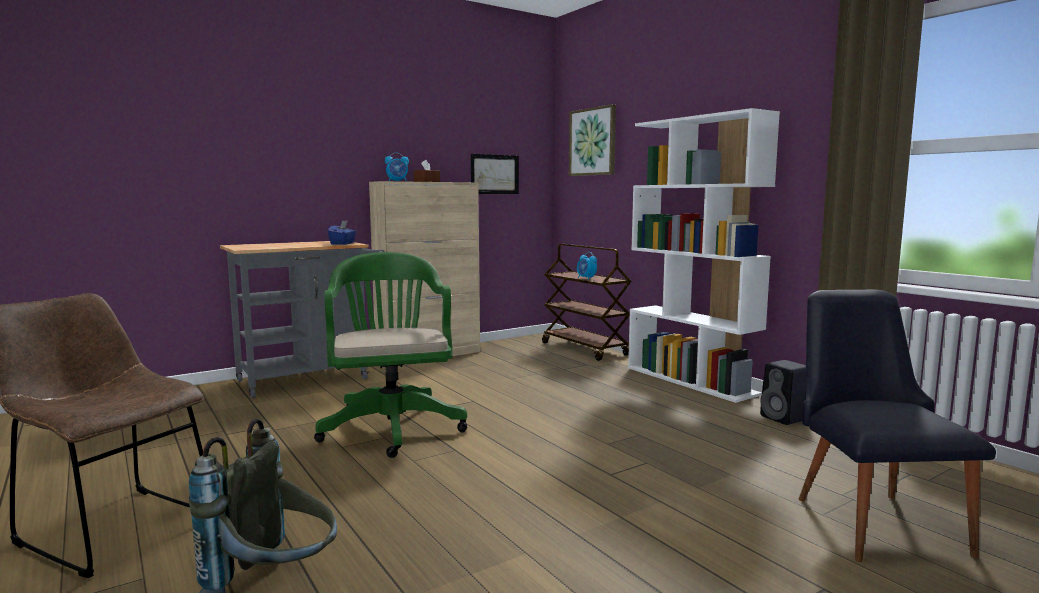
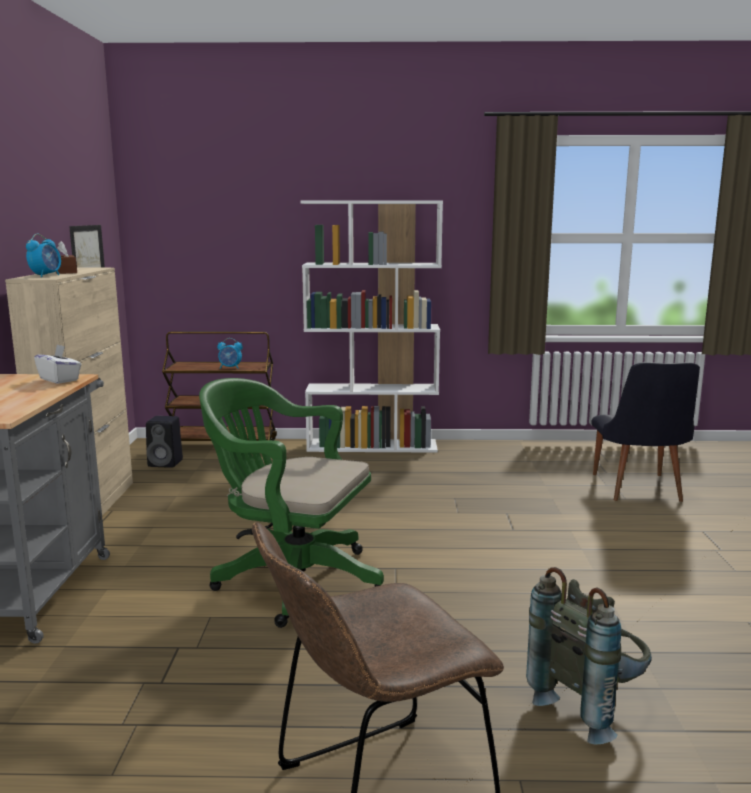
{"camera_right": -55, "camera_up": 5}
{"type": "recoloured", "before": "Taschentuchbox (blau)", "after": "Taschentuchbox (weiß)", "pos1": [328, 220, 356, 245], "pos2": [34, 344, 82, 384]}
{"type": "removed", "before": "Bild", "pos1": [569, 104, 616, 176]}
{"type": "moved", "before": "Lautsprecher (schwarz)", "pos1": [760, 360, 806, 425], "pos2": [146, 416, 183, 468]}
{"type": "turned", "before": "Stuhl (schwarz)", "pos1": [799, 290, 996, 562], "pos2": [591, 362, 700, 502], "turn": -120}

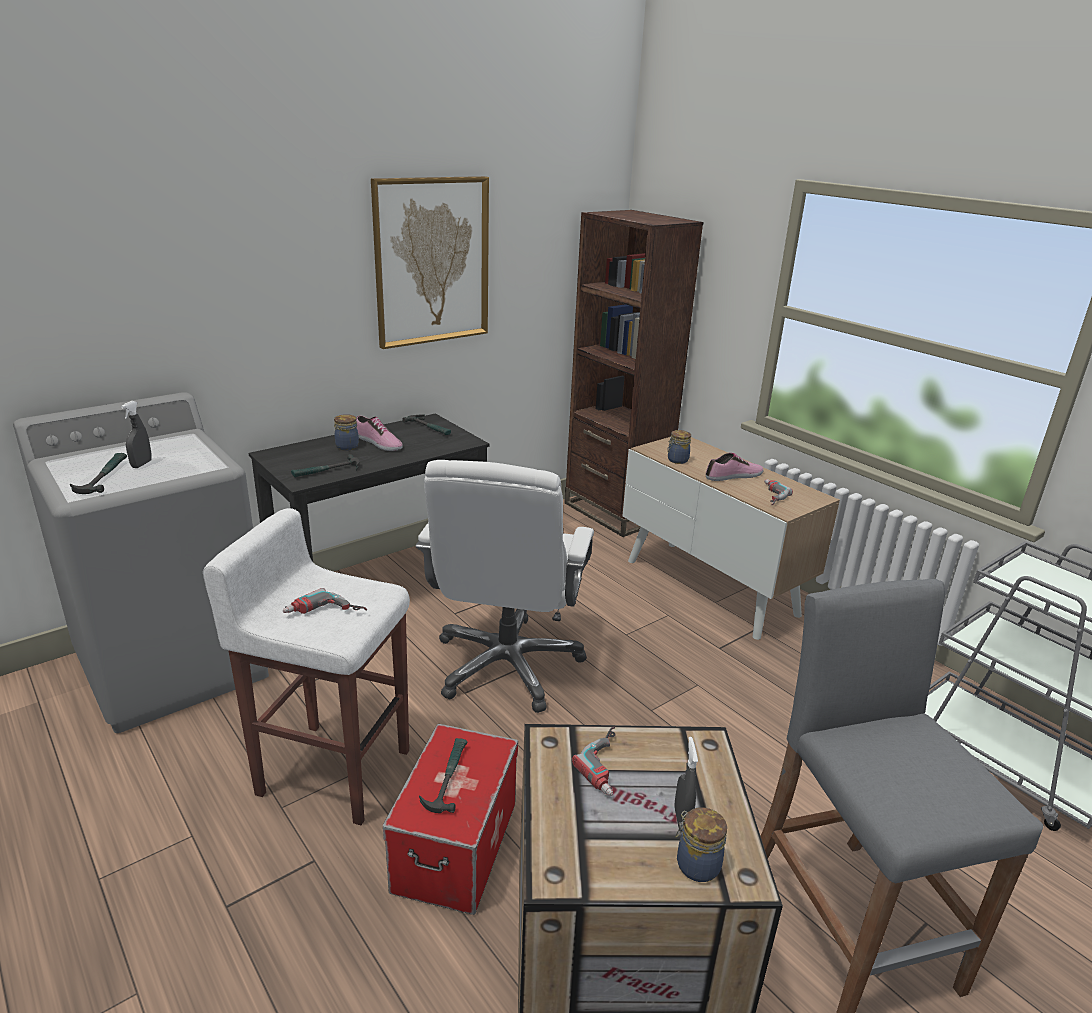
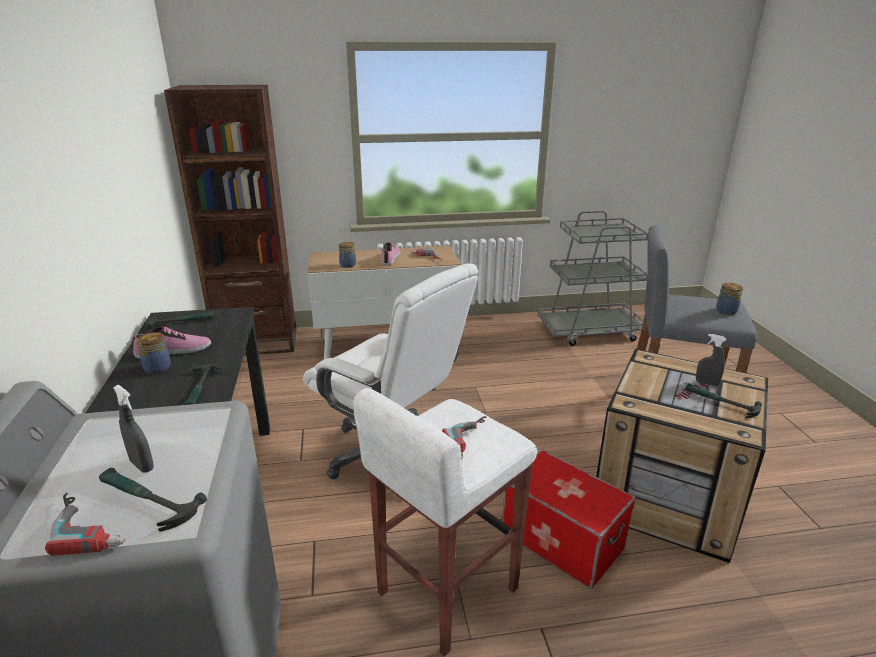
{"camera_right": -60, "camera_up": 0}
{"type": "removed", "before": "Bild", "pos1": [371, 176, 489, 349]}
{"type": "moved", "before": "Hammer", "pos1": [419, 738, 468, 813], "pos2": [685, 383, 762, 418]}
{"type": "moved", "before": "Bohrmaschine", "pos1": [572, 727, 616, 796], "pos2": [45, 493, 125, 556]}
{"type": "moved", "before": "Vorratsglas", "pos1": [676, 807, 727, 882], "pos2": [716, 283, 743, 315]}

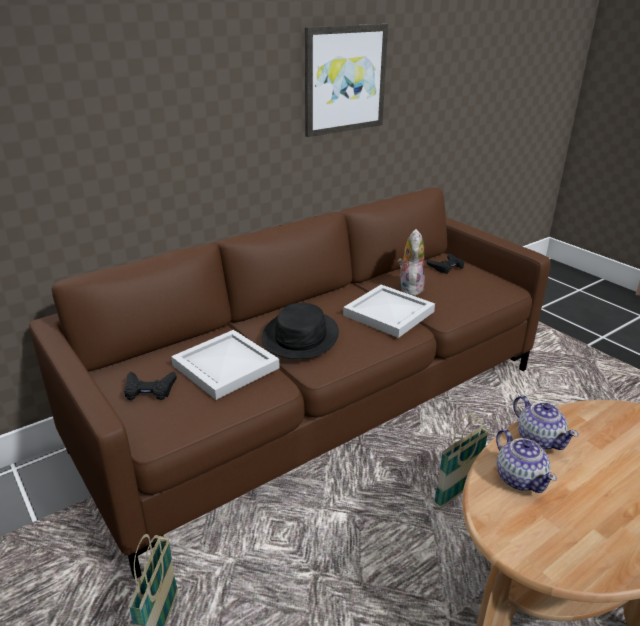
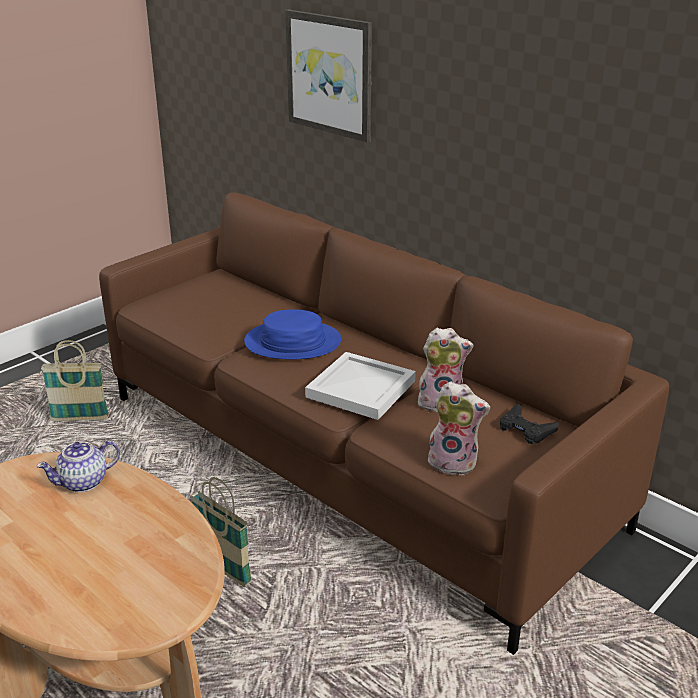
{"camera_right": 80, "camera_up": 0}
{"type": "removed", "before": "Gamepad (schwarz)", "pos1": [124, 372, 177, 400]}
{"type": "removed", "before": "Tablett (weiß)", "pos1": [171, 330, 280, 400]}
{"type": "recoloured", "before": "Hut (schwarz)", "after": "Hut (blau)", "pos1": [262, 303, 339, 359], "pos2": [244, 309, 341, 359]}
{"type": "moved", "before": "Bild", "pos1": [305, 24, 388, 137], "pos2": [285, 10, 372, 142]}
{"type": "removed", "before": "Teekanne", "pos1": [513, 395, 578, 450]}
{"type": "added", "after": "Plüschtier", "pos2": [428, 381, 490, 475]}

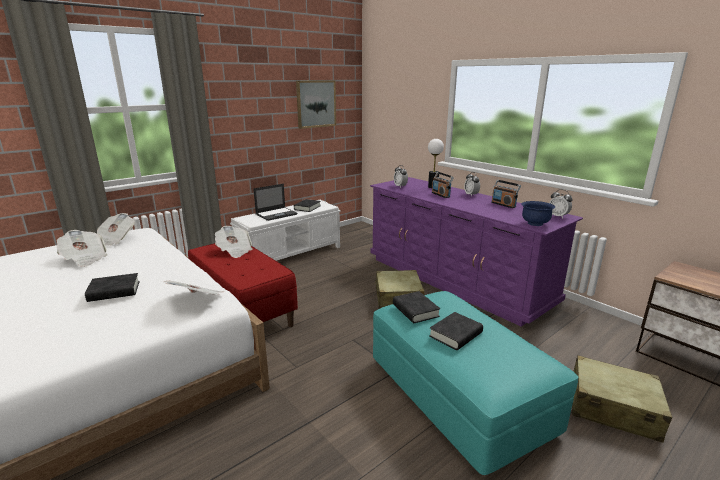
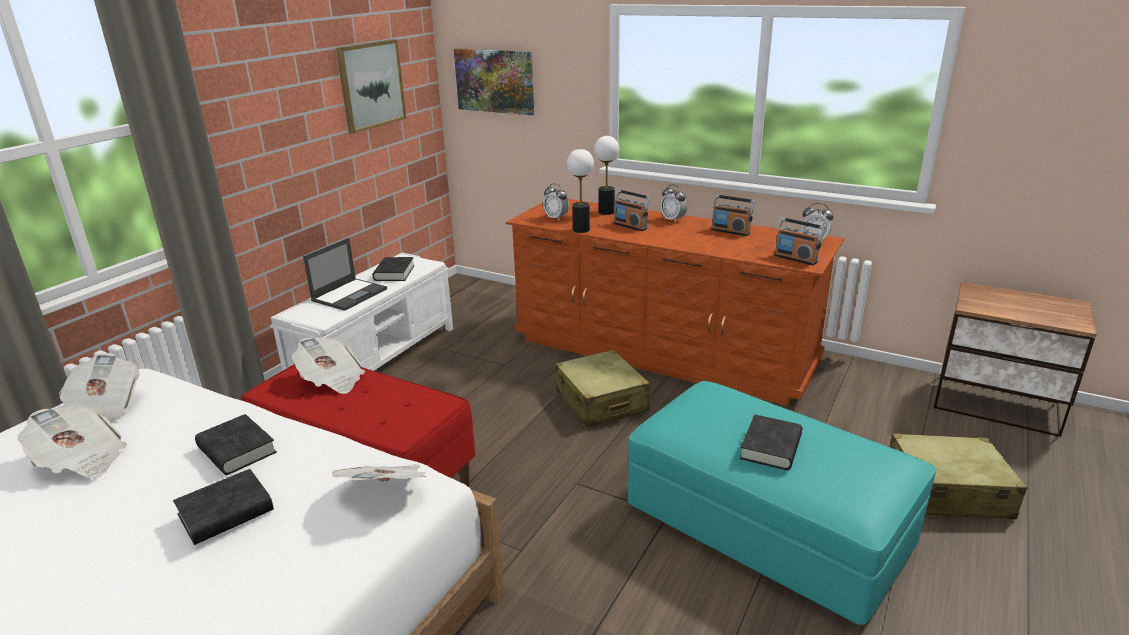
{"camera_right": -20, "camera_up": 5}
{"type": "recoloured", "before": "Kommode (lila)", "after": "Kommode (braun)", "pos1": [370, 177, 583, 327], "pos2": [506, 199, 845, 405]}
{"type": "moved", "before": "Buch (schwarz)", "pos1": [393, 291, 440, 323], "pos2": [195, 414, 277, 475]}
{"type": "replaced", "before": "Schüssel (blau)", "after": "Radio", "pos1": [521, 201, 555, 226], "pos2": [775, 218, 825, 265]}
{"type": "added", "after": "Bild", "pos2": [454, 48, 534, 115]}
{"type": "added", "after": "Tischlampe", "pos2": [567, 149, 594, 233]}

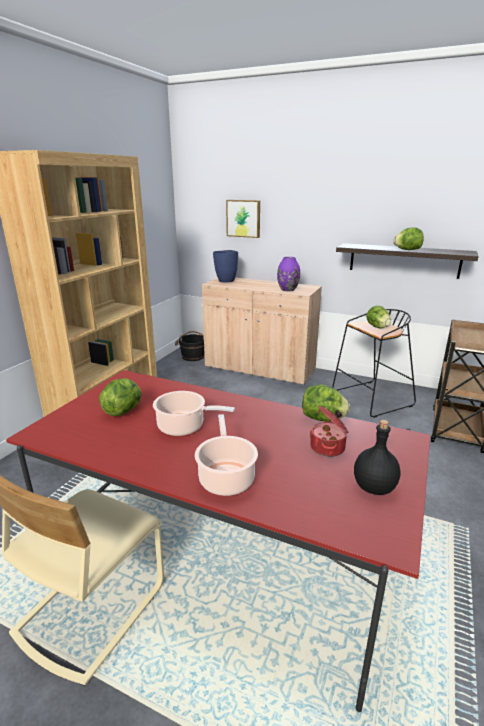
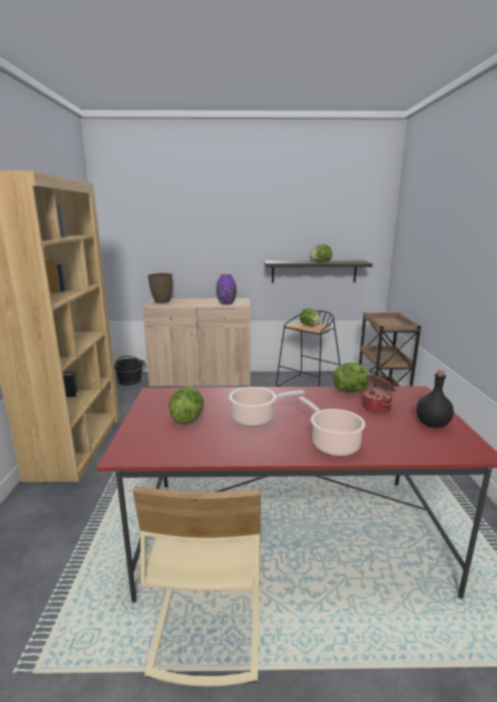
{"camera_right": -25, "camera_up": -5}
{"type": "recoloured", "before": "Vase (blau)", "after": "Vase (braun)", "pos1": [213, 250, 238, 283], "pos2": [148, 273, 172, 303]}
{"type": "removed", "before": "Bild", "pos1": [226, 200, 260, 238]}

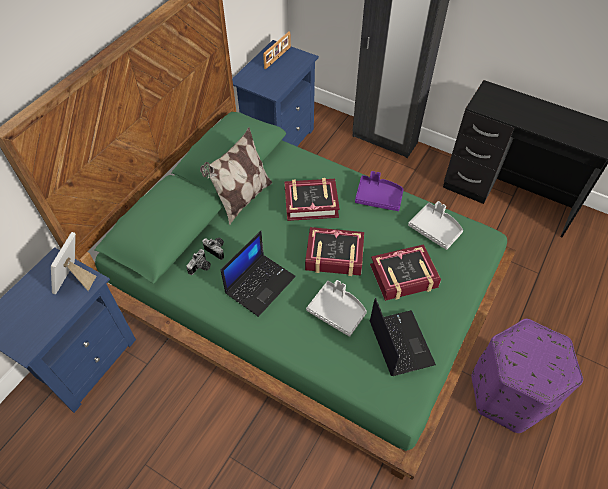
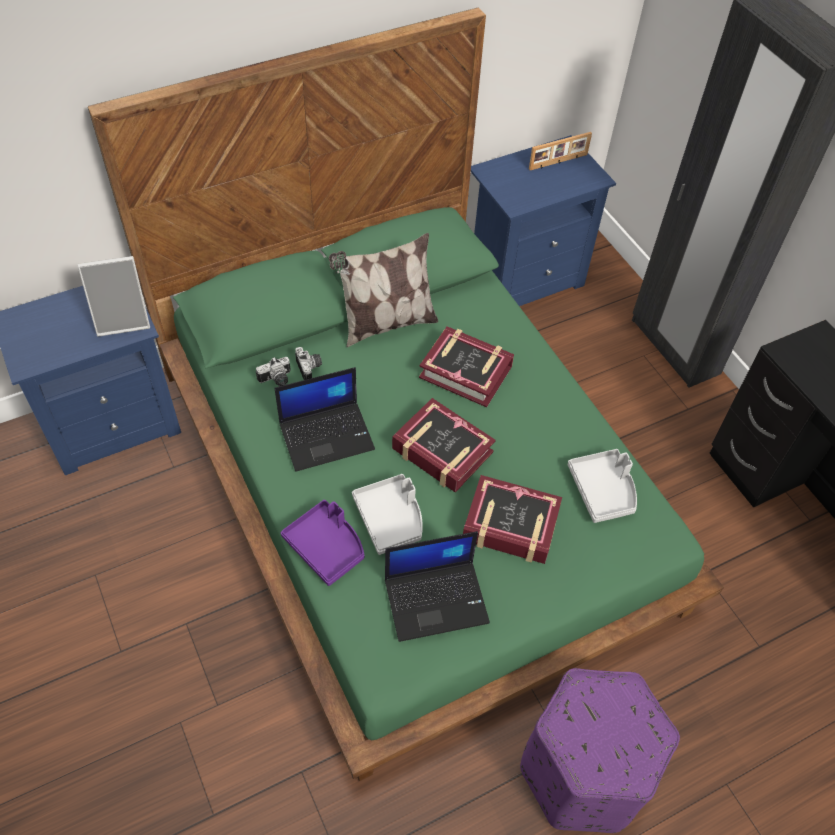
{"camera_right": 30, "camera_up": 0}
{"type": "turned", "before": "Bilderrahmen", "pos1": [51, 232, 96, 294], "pos2": [77, 256, 150, 337], "turn": -150}
{"type": "moved", "before": "Tablett (lila)", "pos1": [355, 171, 404, 211], "pos2": [281, 500, 364, 586]}
{"type": "turned", "before": "Laptop", "pos1": [370, 298, 436, 376], "pos2": [385, 531, 490, 642], "turn": 60}

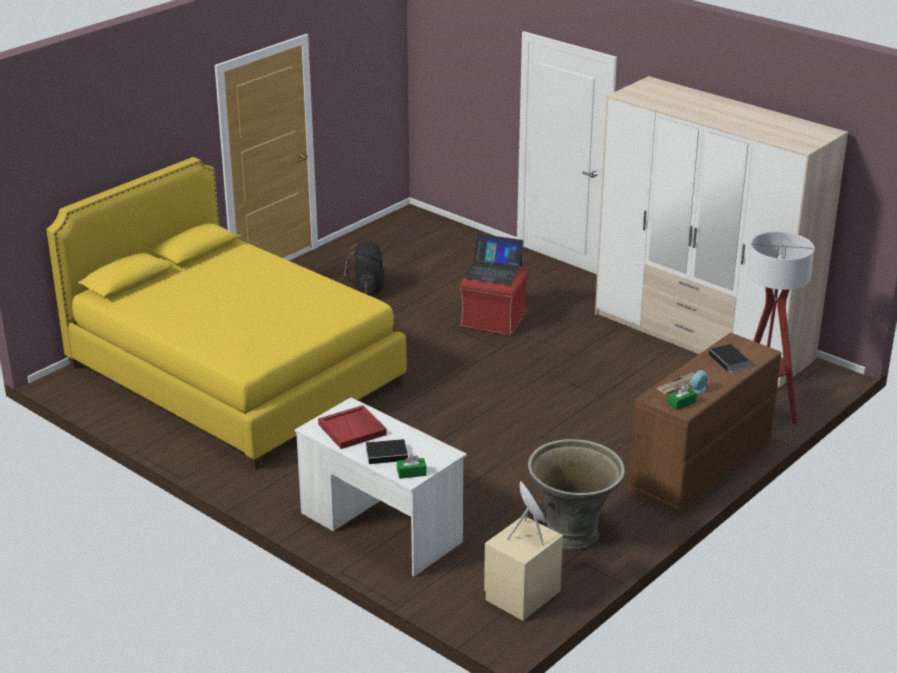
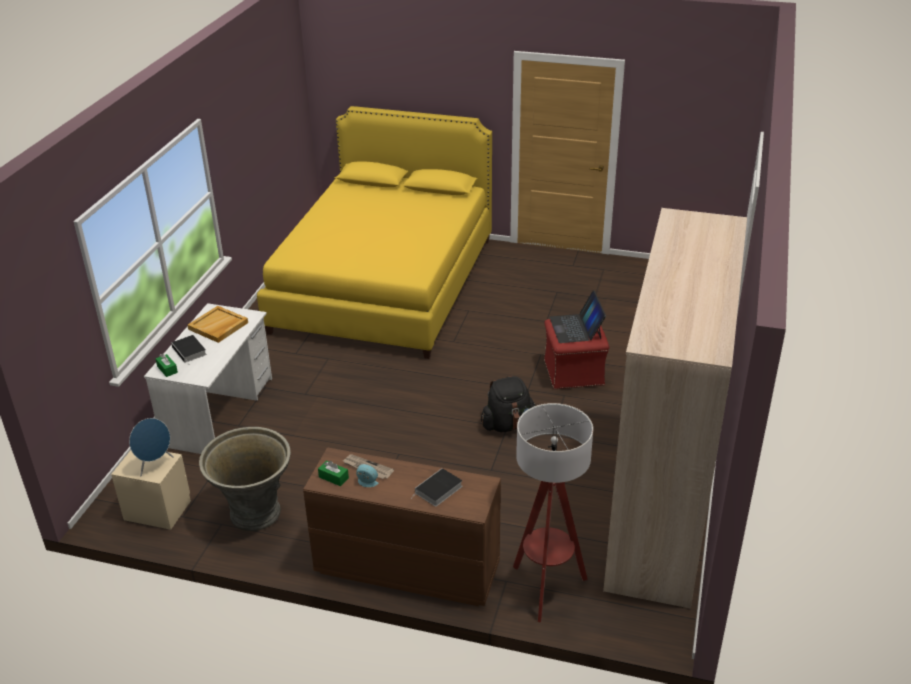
{"camera_right": 65, "camera_up": 5}
{"type": "recoloured", "before": "Tablett (rot)", "after": "Tablett (beige)", "pos1": [318, 405, 387, 449], "pos2": [187, 306, 248, 343]}
{"type": "moved", "before": "Rucksack (schwarz)", "pos1": [343, 241, 389, 296], "pos2": [481, 376, 536, 432]}

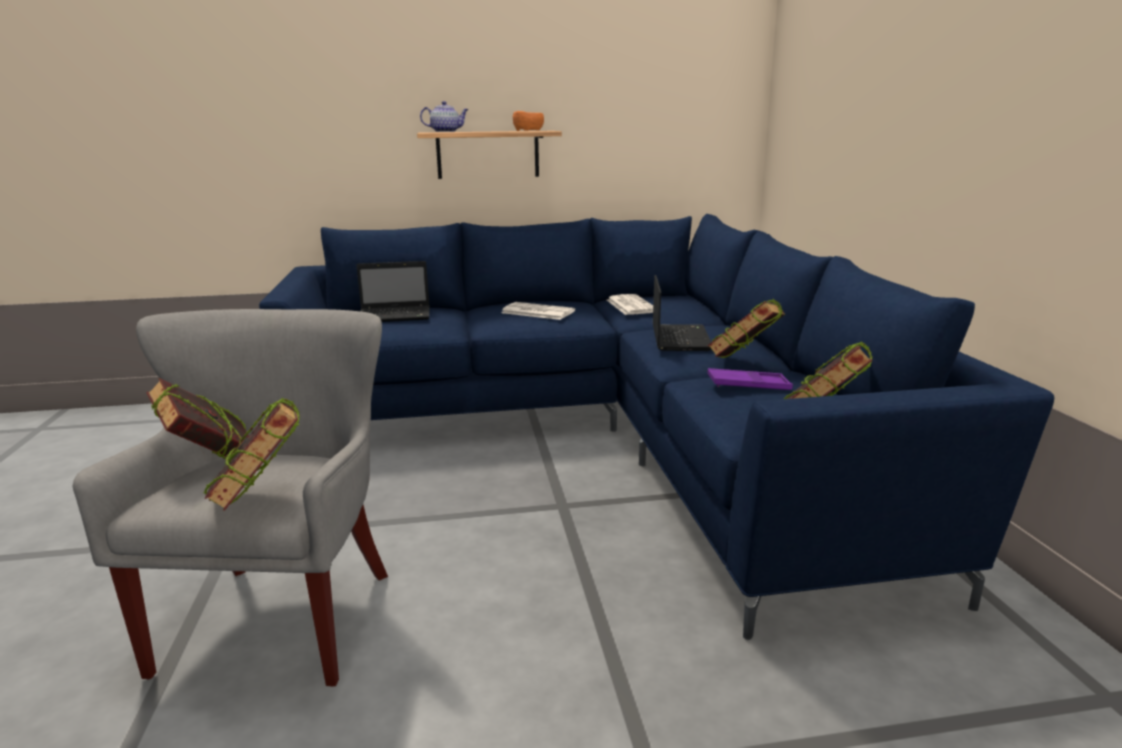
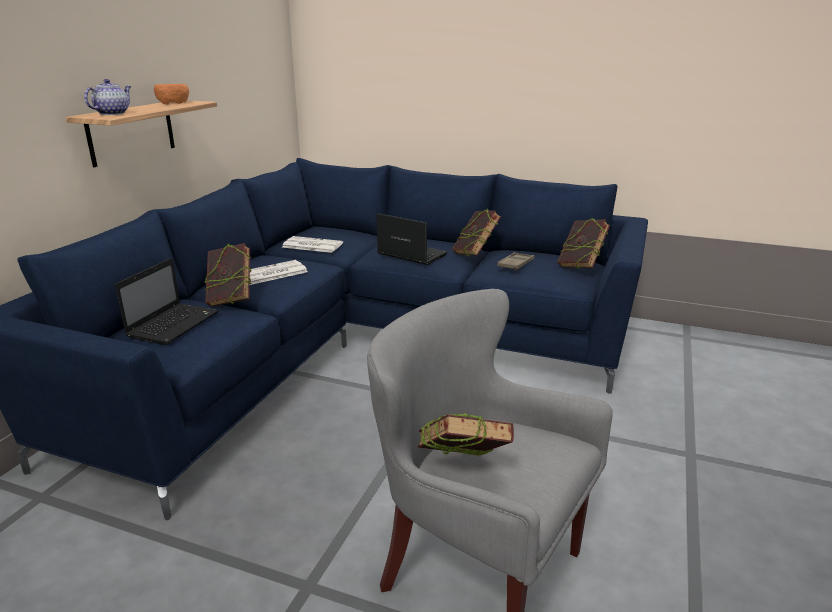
{"camera_right": -60, "camera_up": 5}
{"type": "moved", "before": "Buch", "pos1": [203, 397, 300, 511], "pos2": [204, 243, 252, 307]}
{"type": "recoloured", "before": "Tablett (lila)", "after": "Tablett (braun)", "pos1": [707, 368, 793, 390], "pos2": [497, 252, 535, 271]}

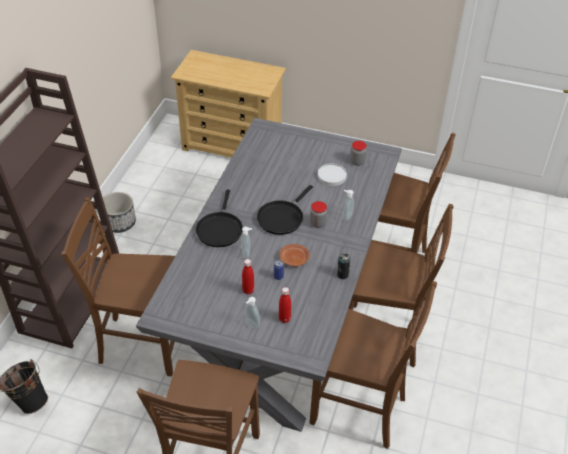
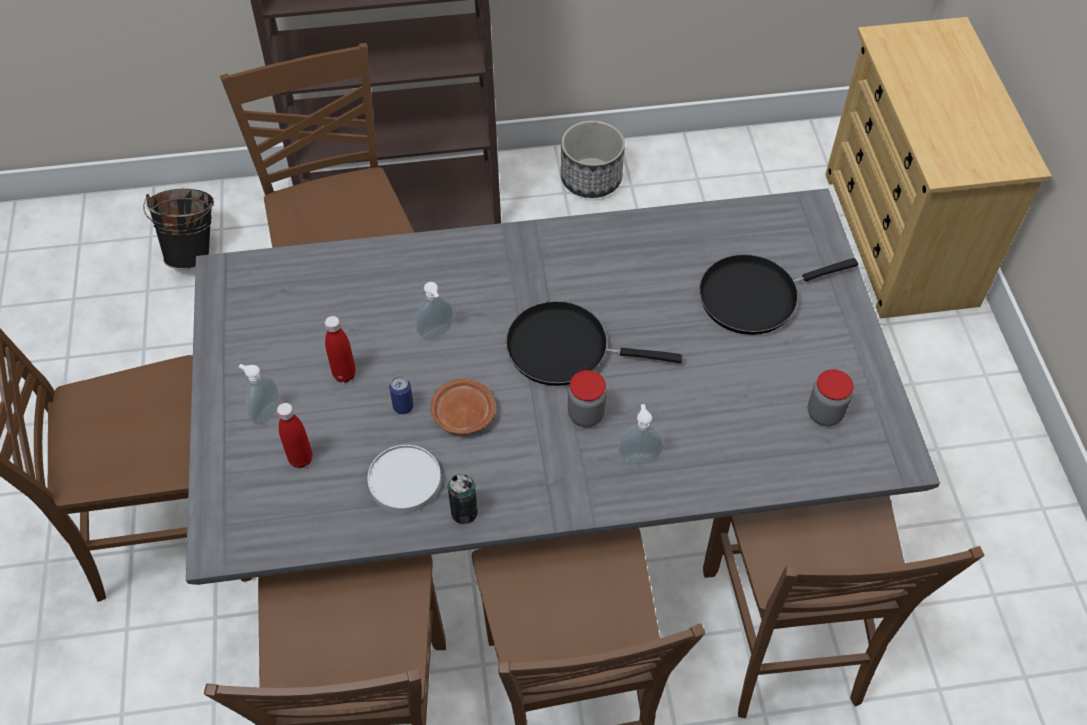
{"camera_right": 65, "camera_up": 10}
{"type": "moved", "before": "Pfanne (schwarz)", "pos1": [196, 190, 243, 247], "pos2": [699, 254, 858, 335]}
{"type": "moved", "before": "Teller (weiß)", "pos1": [318, 164, 347, 186], "pos2": [367, 445, 441, 514]}

